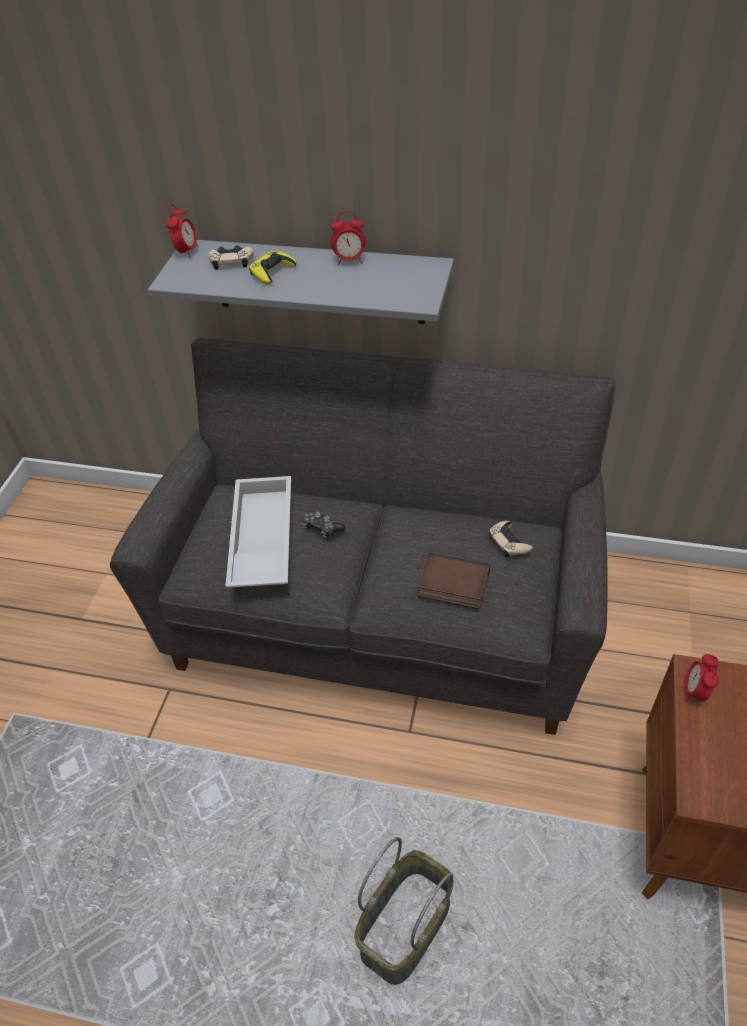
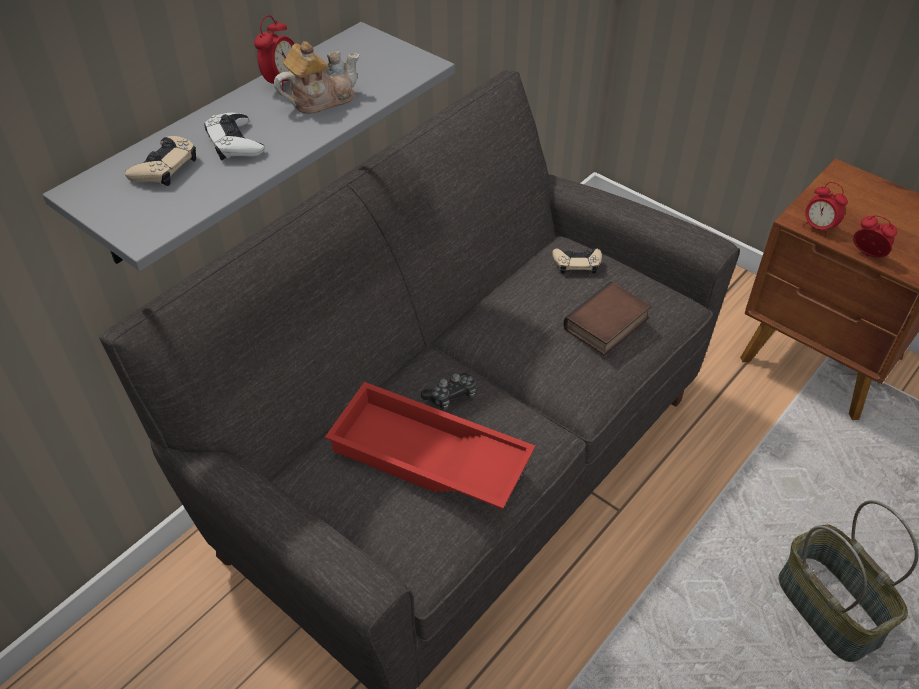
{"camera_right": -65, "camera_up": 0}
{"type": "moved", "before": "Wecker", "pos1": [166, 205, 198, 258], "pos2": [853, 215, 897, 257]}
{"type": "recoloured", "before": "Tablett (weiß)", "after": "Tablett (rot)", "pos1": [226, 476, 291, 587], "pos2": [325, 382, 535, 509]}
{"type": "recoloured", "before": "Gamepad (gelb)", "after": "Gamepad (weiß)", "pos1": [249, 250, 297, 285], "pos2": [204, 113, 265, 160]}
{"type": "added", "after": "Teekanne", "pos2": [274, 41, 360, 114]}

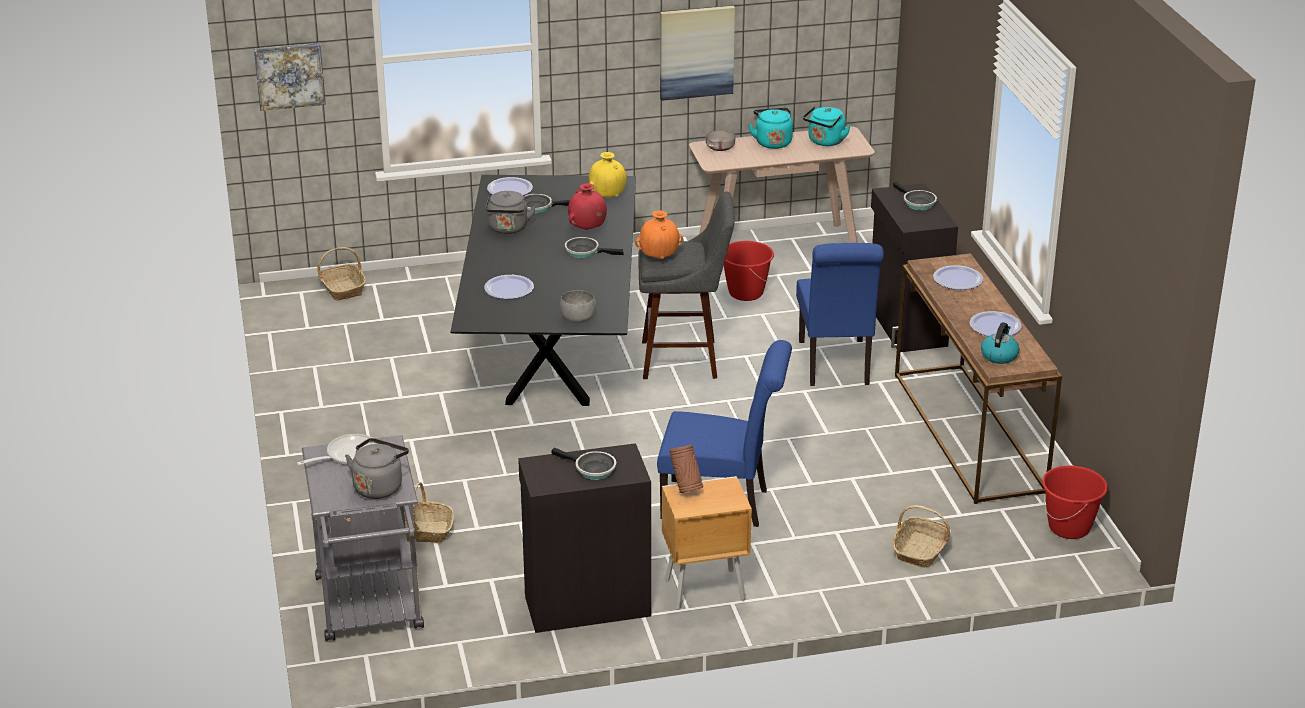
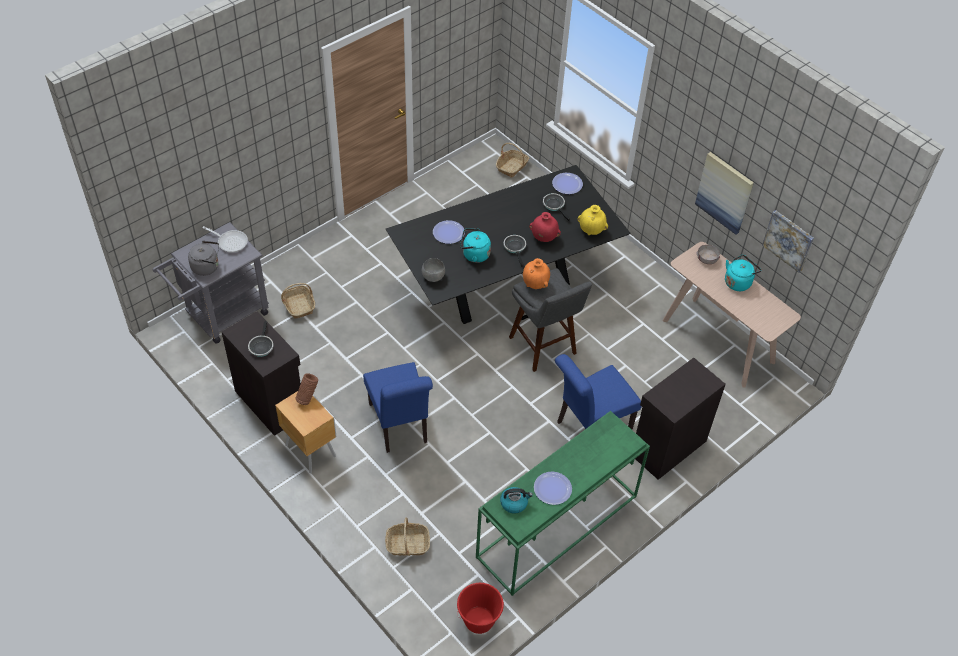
{"camera_right": 60, "camera_up": 20}
{"type": "moved", "before": "Bild", "pos1": [254, 43, 326, 111], "pos2": [762, 210, 814, 273]}
{"type": "removed", "before": "Wasserkessel (grau)", "pos1": [486, 191, 536, 234]}
{"type": "removed", "before": "Eimer (rot)", "pos1": [724, 241, 774, 301]}
{"type": "moved", "before": "Wasserkessel (türkis)", "pos1": [803, 106, 851, 146], "pos2": [460, 229, 491, 263]}
{"type": "removed", "before": "Pfanne", "pos1": [893, 182, 937, 210]}
{"type": "recoloured", "before": "Konsolentisch (braun)", "after": "Konsolentisch (grün)", "pos1": [895, 254, 1062, 504], "pos2": [476, 411, 650, 596]}
{"type": "removed", "before": "Teller", "pos1": [933, 265, 983, 290]}

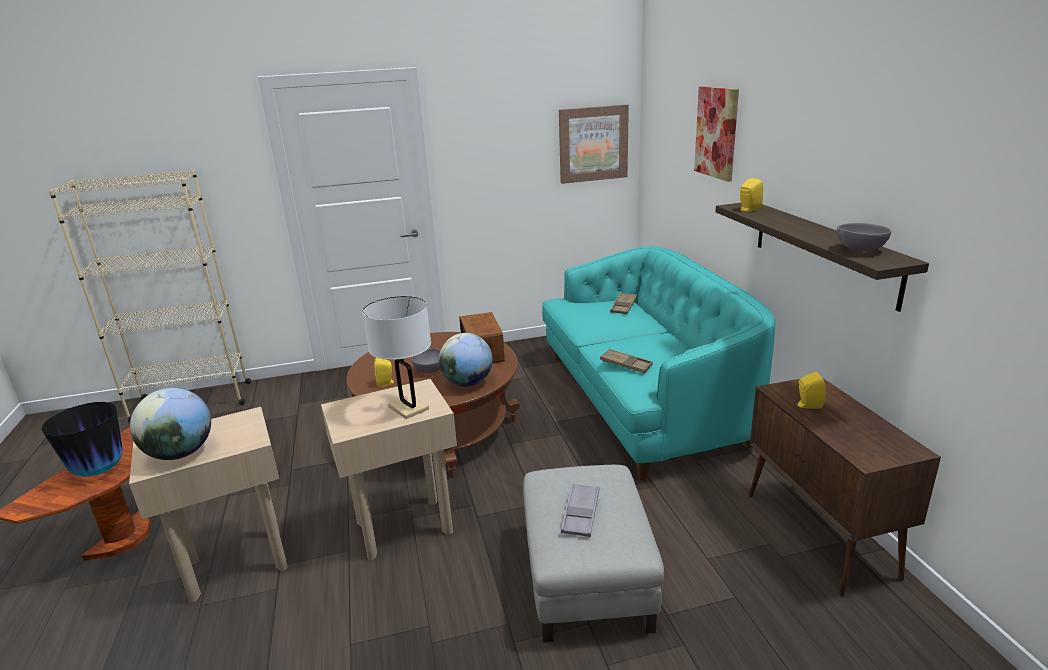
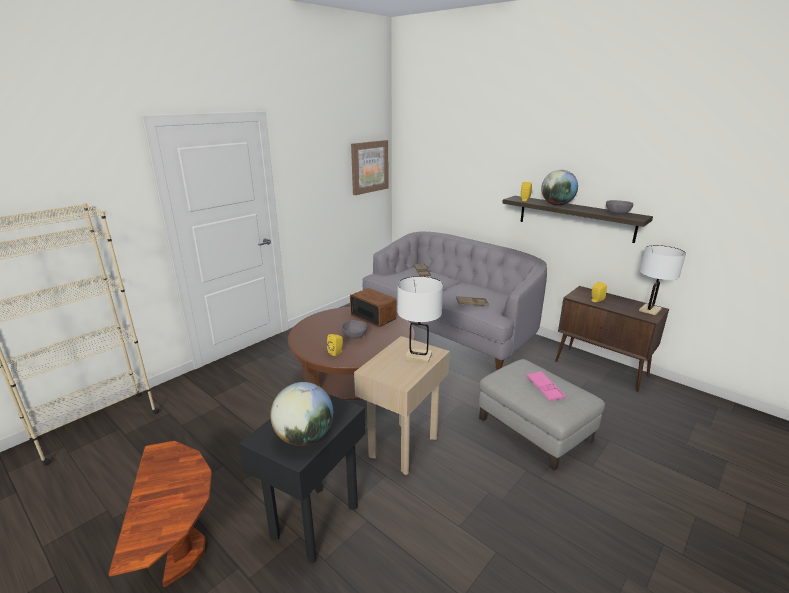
{"camera_right": -35, "camera_up": 0}
{"type": "removed", "before": "Vase", "pos1": [42, 402, 123, 477]}
{"type": "recoloured", "before": "Beistelltisch (beige)", "after": "Beistelltisch (schwarz)", "pos1": [129, 407, 288, 603], "pos2": [239, 394, 366, 563]}
{"type": "moved", "before": "Globus", "pos1": [439, 333, 493, 386], "pos2": [541, 170, 578, 205]}
{"type": "recoloured", "before": "Sofa (türkis)", "after": "Sofa (grau)", "pos1": [542, 246, 775, 480], "pos2": [362, 232, 547, 370]}
{"type": "recoloured", "before": "Tablett (grau)", "after": "Tablett (rosa)", "pos1": [561, 483, 599, 537], "pos2": [527, 371, 566, 401]}
{"type": "removed", "before": "Bild", "pos1": [694, 86, 739, 182]}
{"type": "added", "after": "Tischlampe (weiß)", "pos2": [639, 245, 686, 316]}

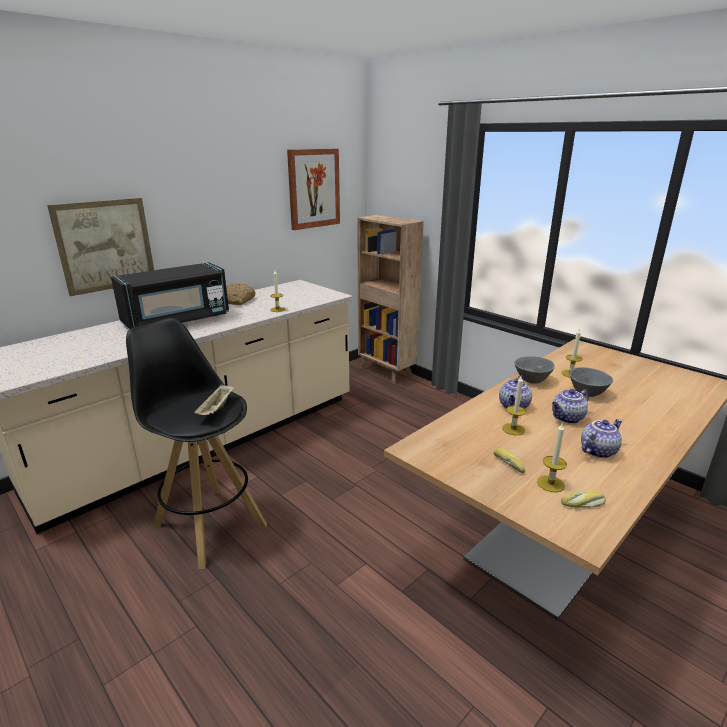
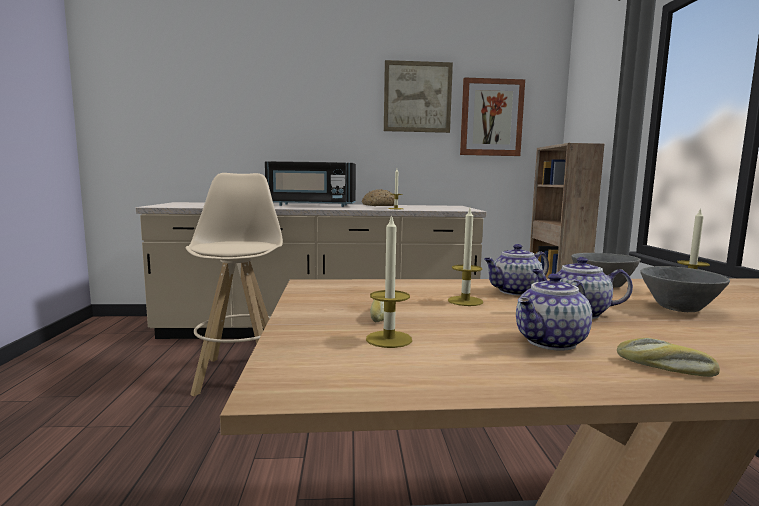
{"camera_right": 40, "camera_up": -15}
{"type": "moved", "before": "Bild", "pos1": [47, 198, 154, 296], "pos2": [384, 60, 453, 133]}
{"type": "recoloured", "before": "Hocker (schwarz)", "after": "Hocker (beige)", "pos1": [126, 318, 267, 569], "pos2": [186, 173, 283, 397]}
{"type": "removed", "before": "Tablett (beige)", "pos1": [194, 384, 234, 415]}
{"type": "moved", "before": "Brot", "pos1": [561, 492, 606, 508], "pos2": [617, 338, 720, 377]}
{"type": "turned", "before": "Teekanne", "pos1": [581, 419, 622, 458], "pos2": [516, 273, 592, 351], "turn": 135}

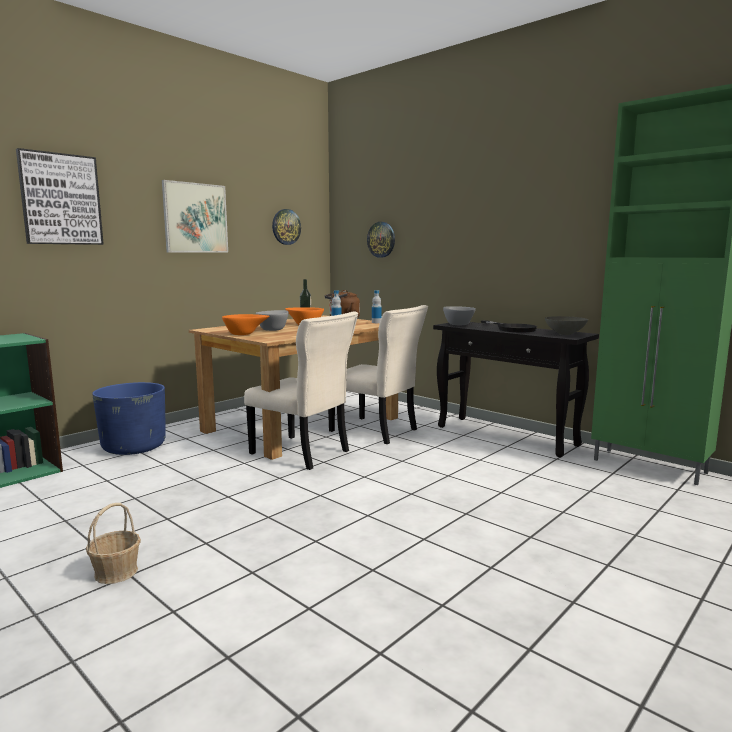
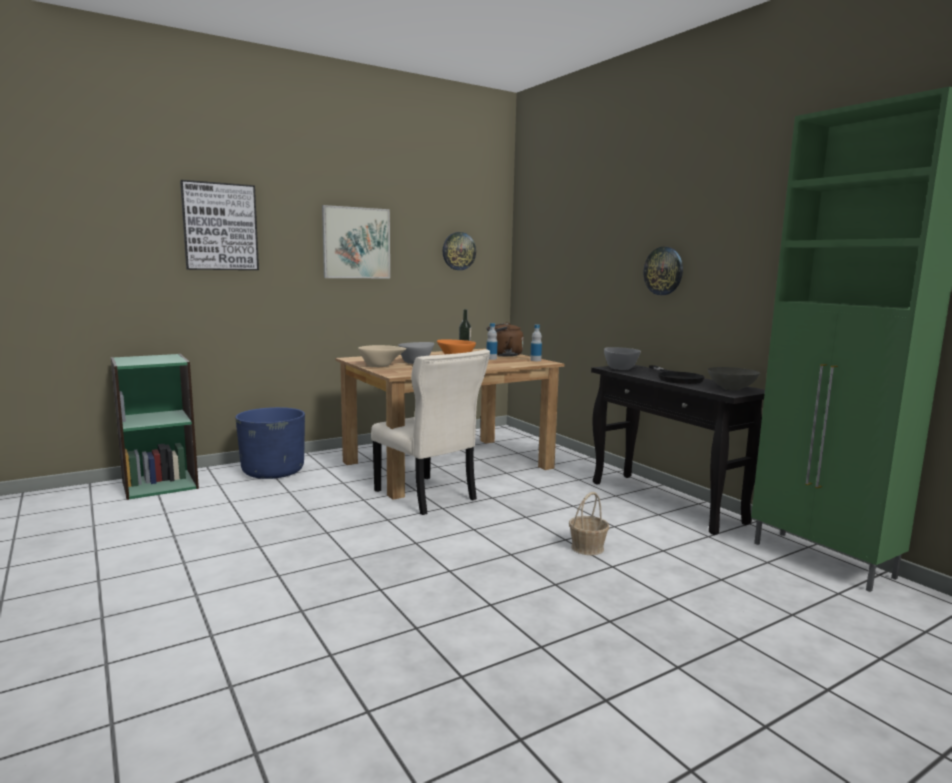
{"camera_right": 15, "camera_up": 0}
{"type": "moved", "before": "Korb", "pos1": [86, 503, 141, 584], "pos2": [569, 492, 609, 555]}
{"type": "recoloured", "before": "Schüssel (orange)", "after": "Schüssel (beige)", "pos1": [222, 314, 269, 335], "pos2": [358, 345, 406, 367]}
{"type": "removed", "before": "Stuhl (beige)", "pos1": [328, 305, 428, 444]}
{"type": "moved", "before": "Wanduhr", "pos1": [367, 222, 395, 258], "pos2": [644, 247, 683, 295]}

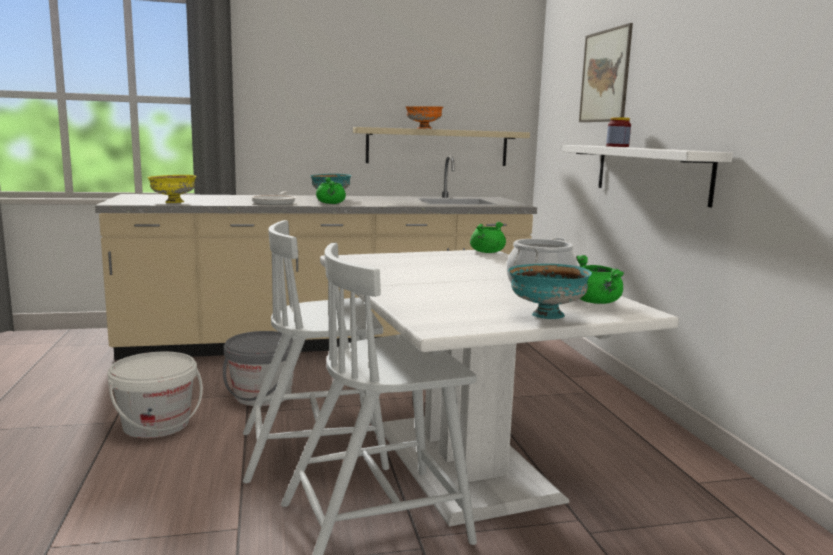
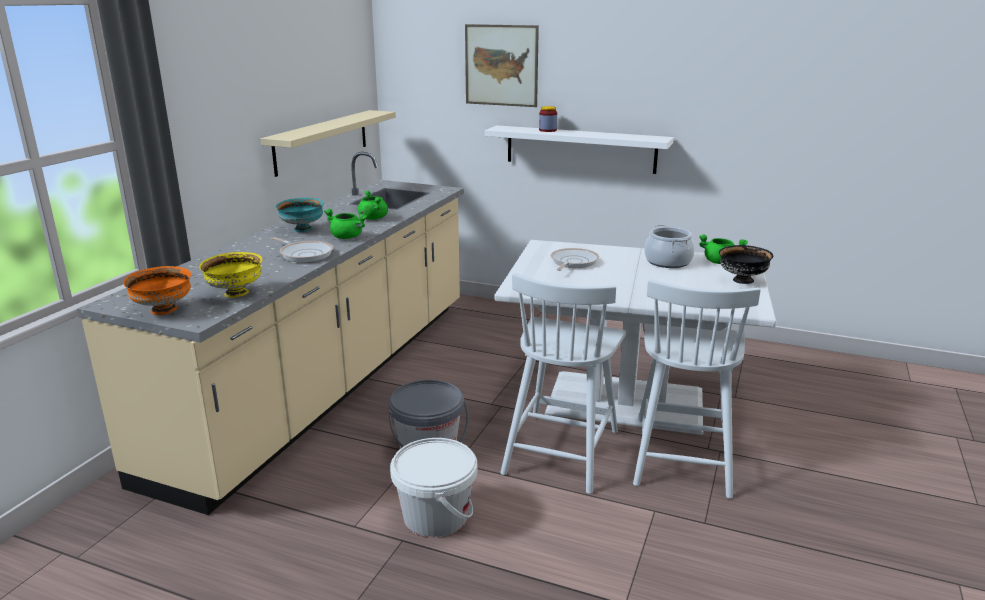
{"camera_right": -55, "camera_up": 10}
{"type": "moved", "before": "Schüssel (orange)", "pos1": [405, 106, 443, 129], "pos2": [123, 266, 191, 315]}
{"type": "moved", "before": "Kochtopf (grün)", "pos1": [470, 222, 506, 253], "pos2": [358, 191, 388, 220]}
{"type": "recoloured", "before": "Schüssel (türkis)", "after": "Schüssel (schwarz)", "pos1": [508, 264, 592, 319], "pos2": [719, 245, 773, 284]}
{"type": "added", "after": "Pfanne", "pos2": [551, 248, 599, 271]}

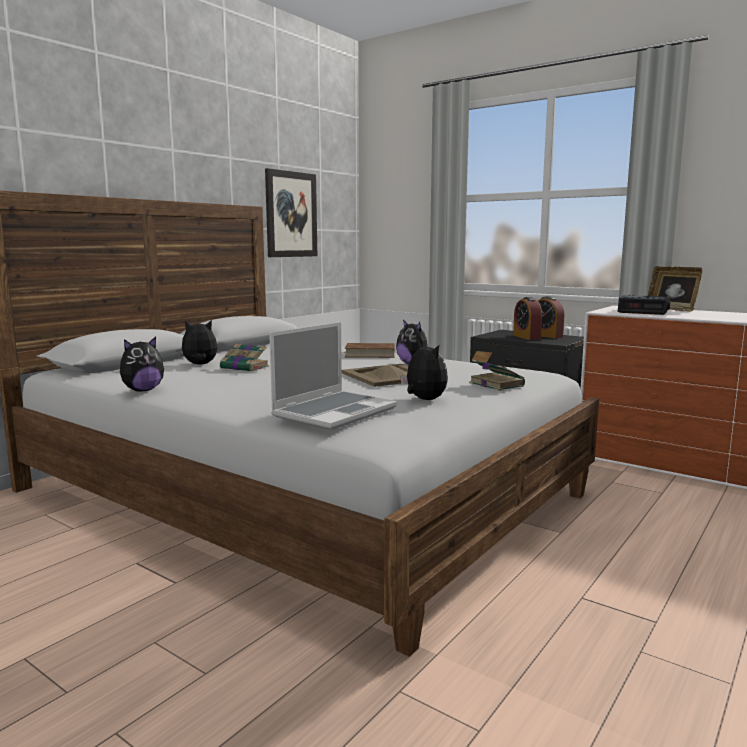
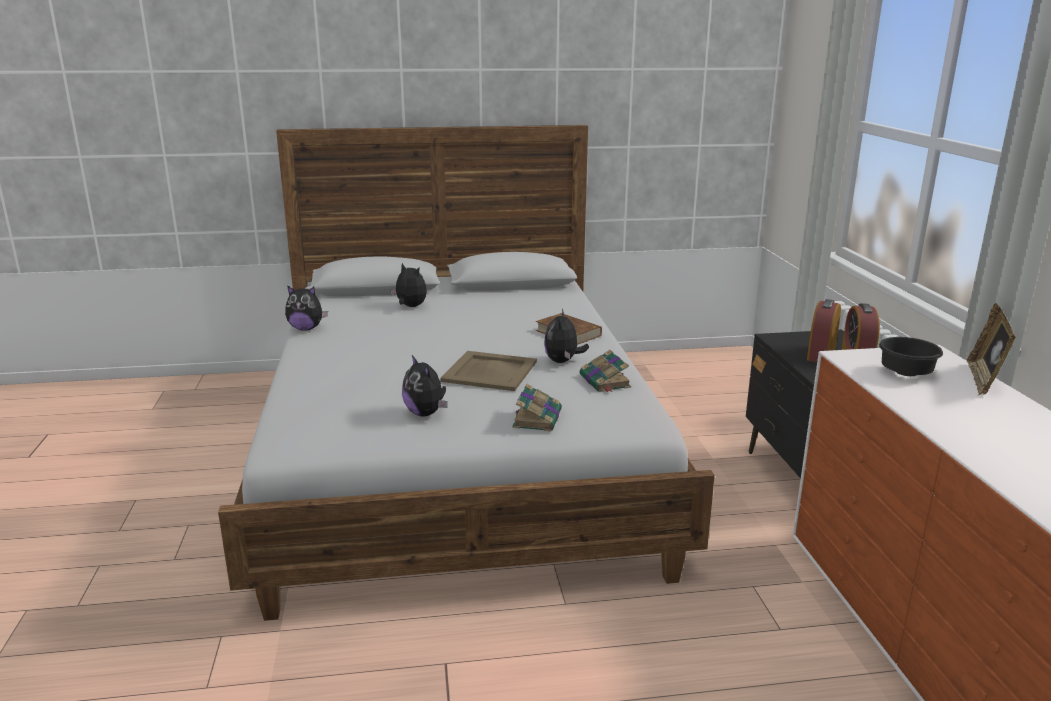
{"camera_right": 45, "camera_up": 10}
{"type": "moved", "before": "Buch", "pos1": [220, 344, 269, 372], "pos2": [580, 350, 631, 393]}
{"type": "removed", "before": "Bild", "pos1": [265, 168, 317, 257]}
{"type": "removed", "before": "Laptop", "pos1": [269, 322, 397, 430]}
{"type": "turned", "before": "Plüschtier", "pos1": [401, 341, 448, 400], "pos2": [402, 355, 447, 417], "turn": 135}
{"type": "replaced", "before": "Wecker", "after": "Schüssel (schwarz)", "pos1": [618, 295, 670, 315], "pos2": [879, 337, 943, 376]}

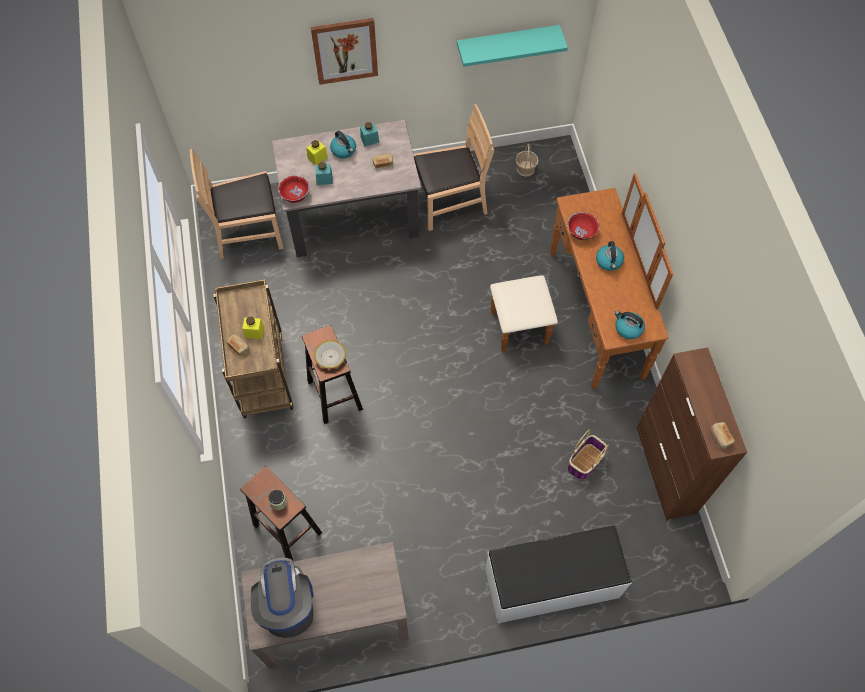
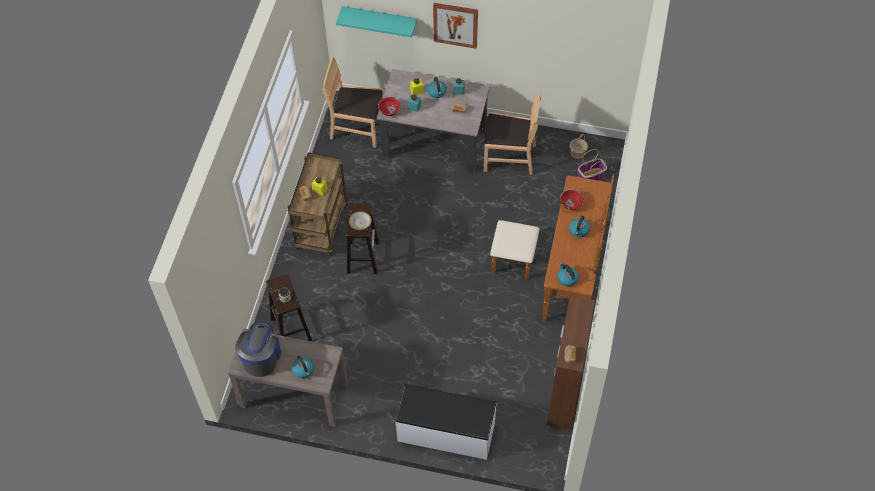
{"camera_right": 25, "camera_up": -5}
{"type": "moved", "before": "Wandregal (türkis)", "pos1": [457, 25, 568, 67], "pos2": [336, 6, 417, 37]}
{"type": "moved", "before": "Korb", "pos1": [567, 429, 609, 480], "pos2": [578, 149, 607, 181]}
{"type": "added", "after": "Wasserkessel", "pos2": [292, 356, 314, 378]}

